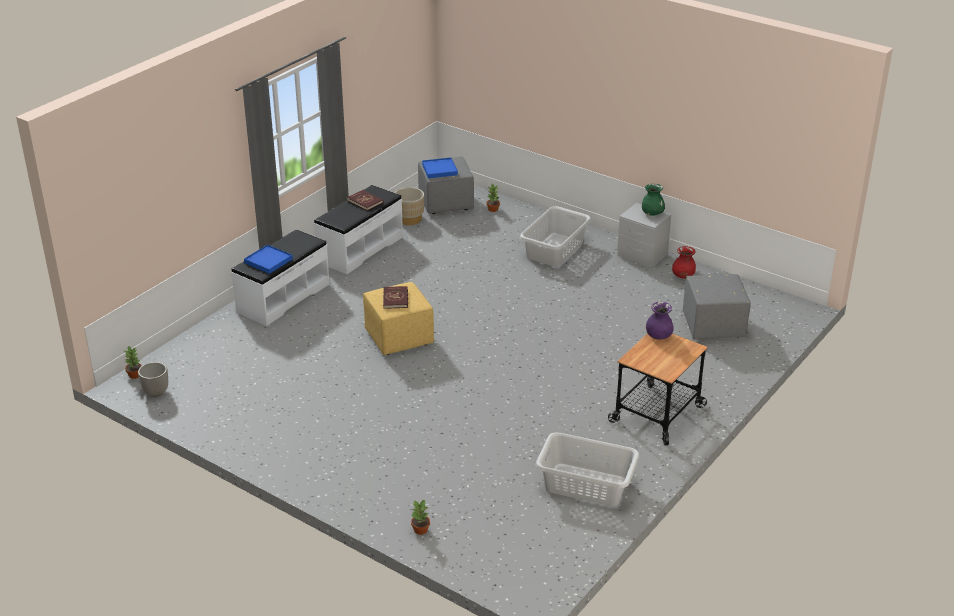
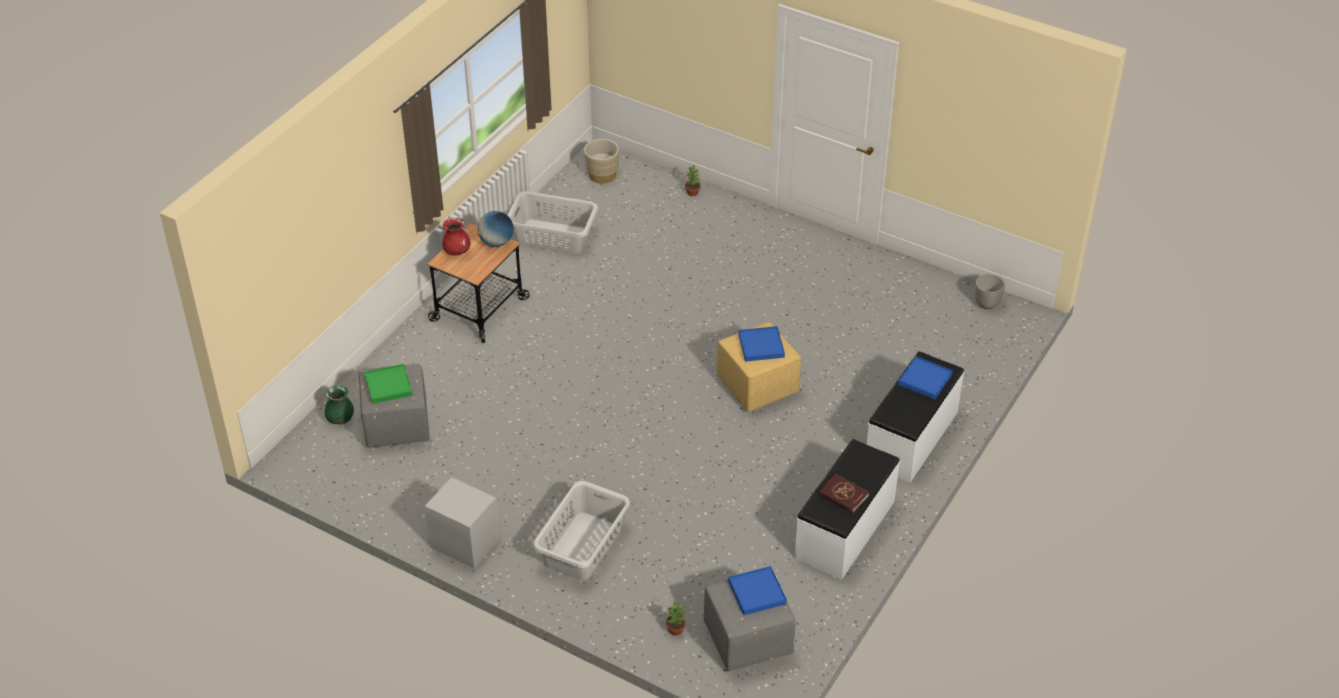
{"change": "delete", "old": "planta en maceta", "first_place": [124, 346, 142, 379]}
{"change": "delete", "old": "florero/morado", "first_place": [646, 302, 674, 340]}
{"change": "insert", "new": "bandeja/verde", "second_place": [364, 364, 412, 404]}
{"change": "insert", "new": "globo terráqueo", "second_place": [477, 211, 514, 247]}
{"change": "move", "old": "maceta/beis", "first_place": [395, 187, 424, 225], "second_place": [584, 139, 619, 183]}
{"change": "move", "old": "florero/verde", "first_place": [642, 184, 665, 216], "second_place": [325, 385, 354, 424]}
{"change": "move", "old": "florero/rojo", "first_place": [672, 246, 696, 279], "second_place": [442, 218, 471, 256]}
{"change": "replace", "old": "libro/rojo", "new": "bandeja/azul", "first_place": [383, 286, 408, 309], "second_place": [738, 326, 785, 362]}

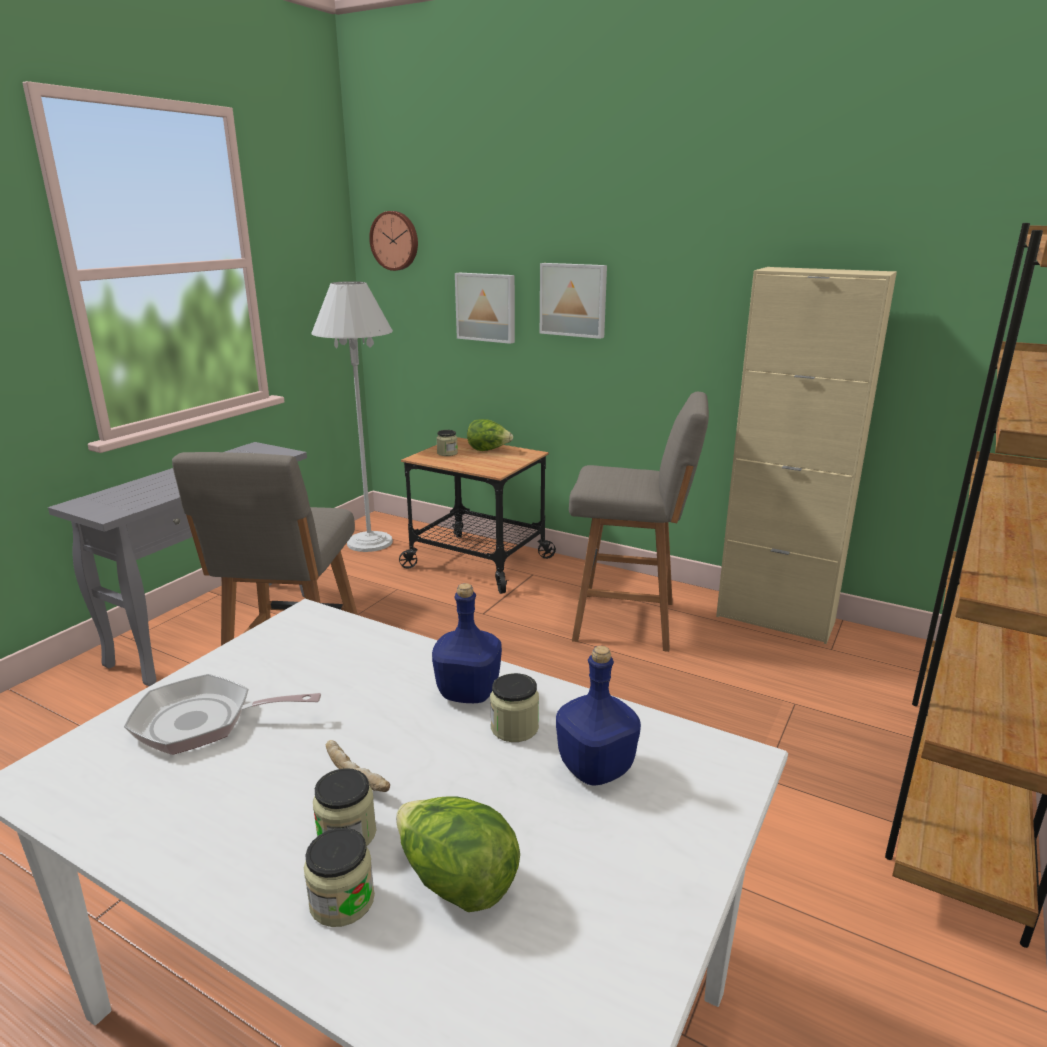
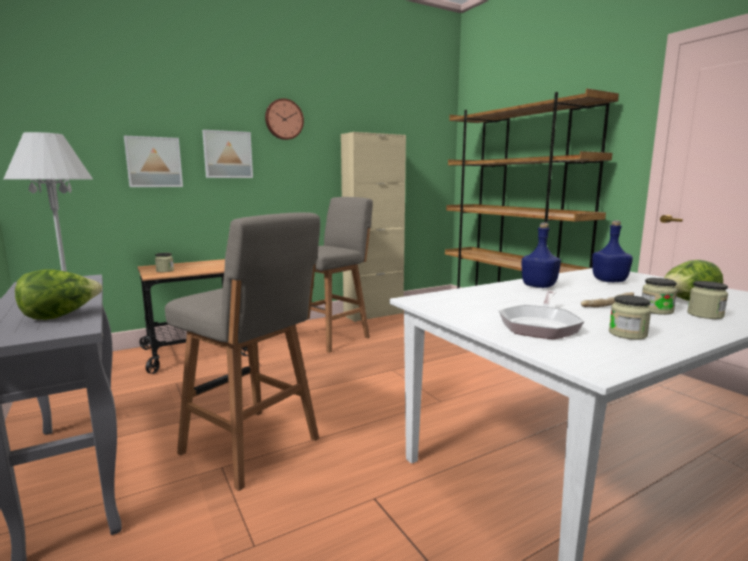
{"change": "move", "old": "reloj de pared", "first_place": [369, 211, 418, 271], "second_place": [265, 98, 304, 140]}
{"change": "move", "old": "lechuga", "first_place": [467, 419, 513, 451], "second_place": [15, 270, 102, 320]}
{"change": "move", "old": "tarro", "first_place": [490, 673, 539, 742], "second_place": [609, 295, 651, 340]}

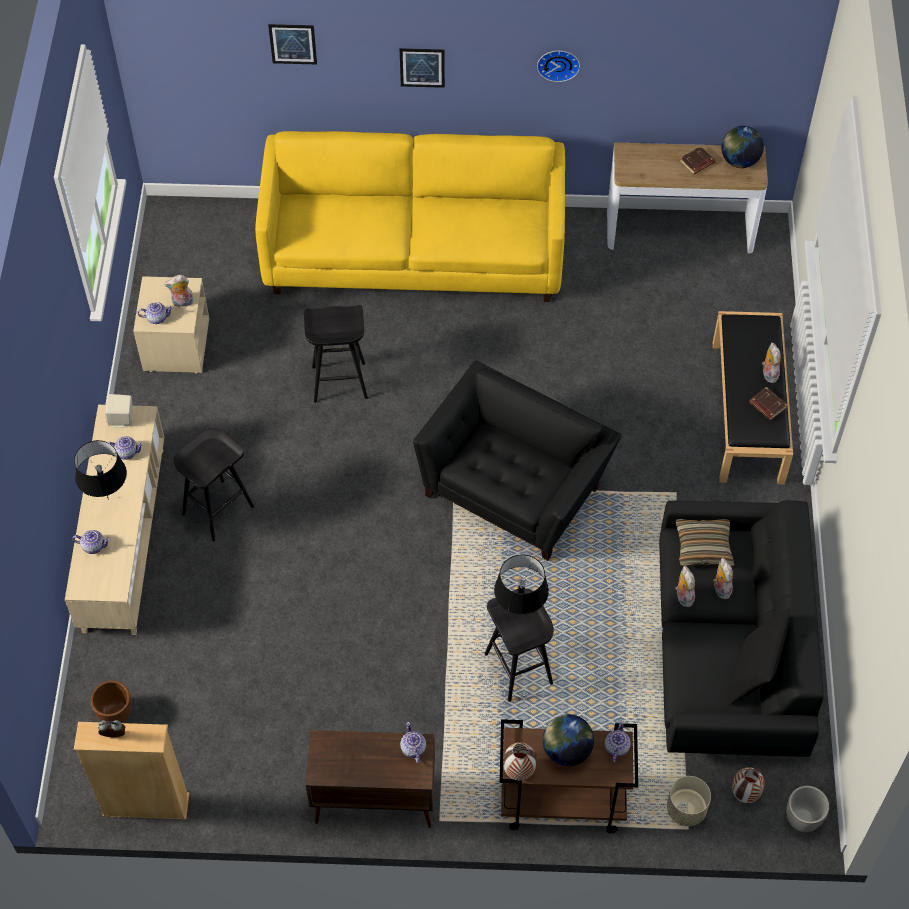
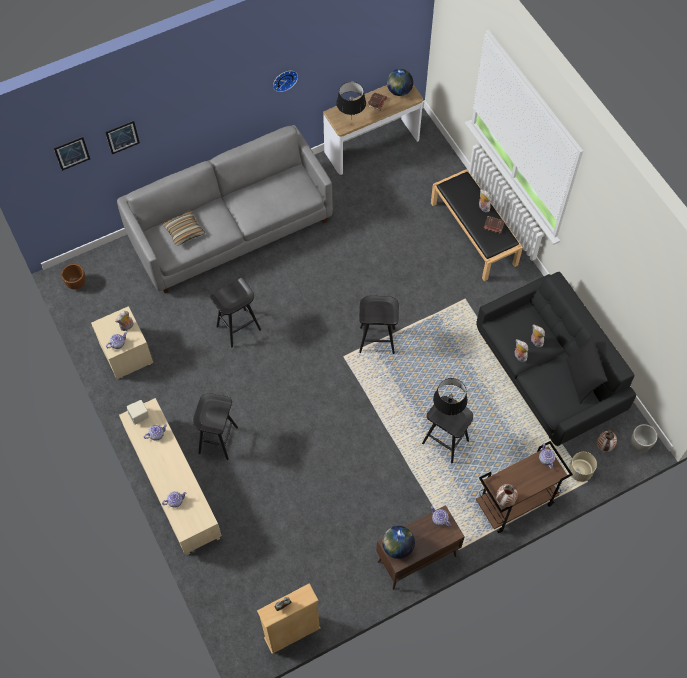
{"change": "move", "old": "lámpara de mesa/negro", "first_place": [74, 440, 127, 500], "second_place": [336, 82, 366, 115]}
{"change": "move", "old": "maceta/marrón", "first_place": [91, 681, 132, 723], "second_place": [61, 264, 86, 290]}
{"change": "move", "old": "cuadro", "first_place": [400, 48, 445, 88], "second_place": [54, 137, 90, 171]}
{"change": "move", "old": "globo terráqueo", "first_place": [543, 714, 594, 766], "second_place": [382, 526, 415, 559]}
{"change": "move", "old": "cojín", "first_place": [676, 519, 735, 566], "second_place": [163, 211, 205, 246]}
{"change": "replace", "old": "sillón/negro", "new": "taburete/negro", "first_place": [413, 361, 621, 561], "second_place": [359, 296, 399, 354]}
{"change": "recolor", "old": "sofá/amarillo", "new": "sofá/gris", "first_place": [255, 131, 565, 302], "second_place": [117, 125, 333, 293]}

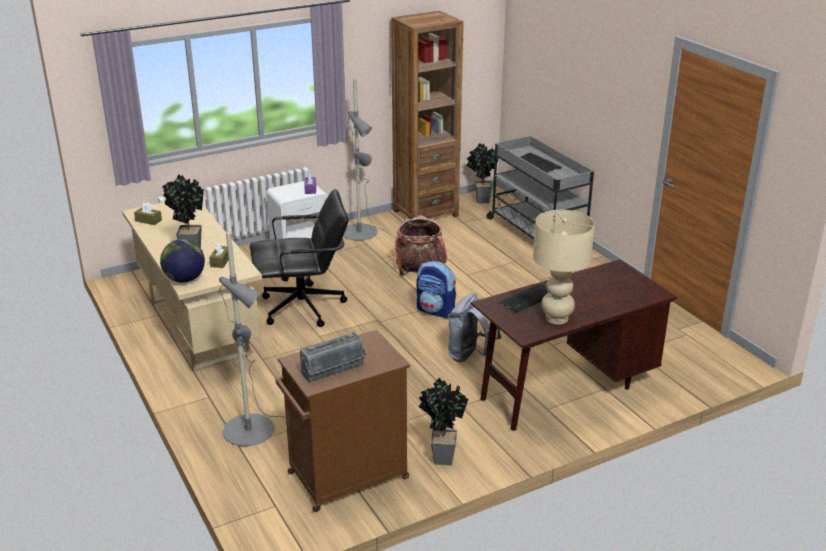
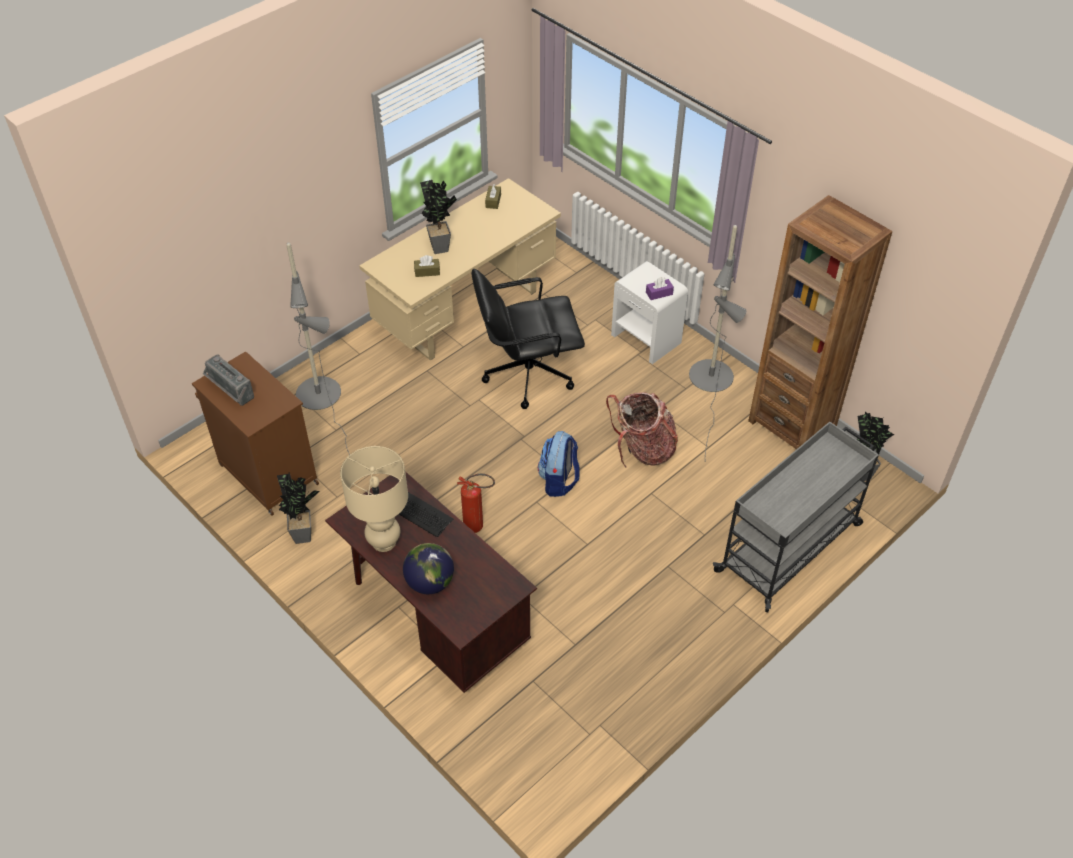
{"change": "delete", "old": "teclado", "first_place": [521, 153, 562, 173]}
{"change": "move", "old": "globo terráqueo", "first_place": [160, 239, 205, 283], "second_place": [403, 543, 454, 594]}
{"change": "replace", "old": "mochila/gris", "new": "extintor", "first_place": [448, 293, 501, 362], "second_place": [456, 474, 495, 533]}
{"change": "rotate", "old": "silla de oficina/negro", "first_place": [250, 189, 349, 327], "second_place": [472, 269, 585, 409], "degrees": 105}

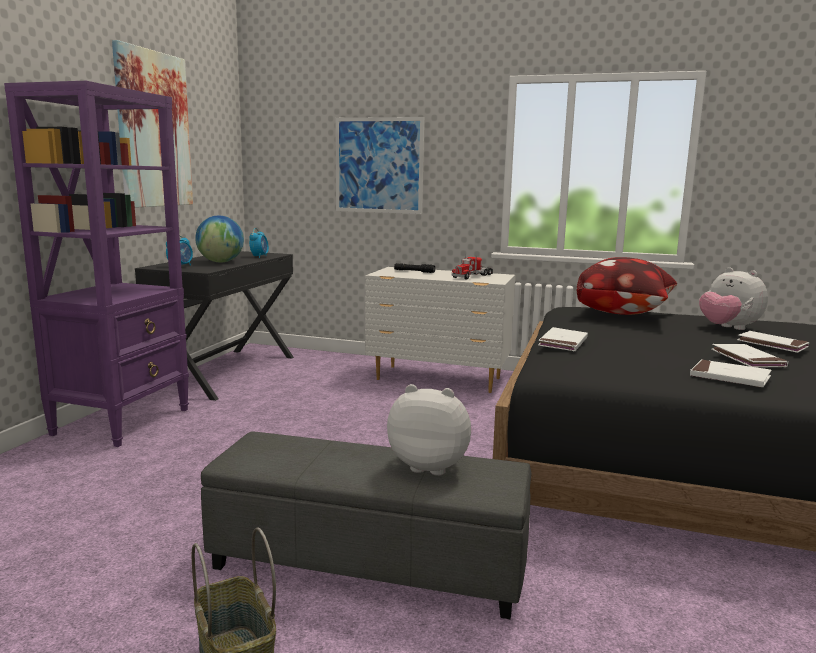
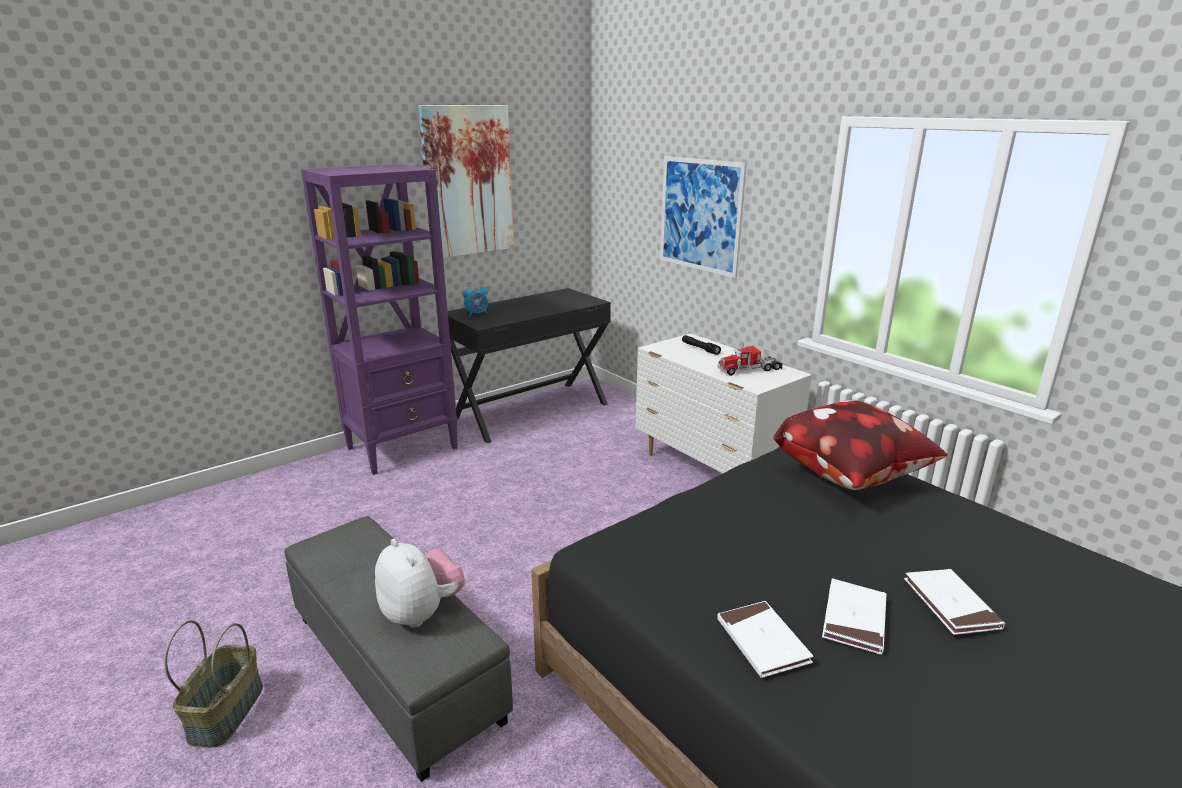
{"change": "delete", "old": "globo terráqueo", "first_place": [195, 216, 244, 263]}
{"change": "delete", "old": "despertador", "first_place": [249, 228, 269, 258]}
{"change": "delete", "old": "libro/blanco", "first_place": [538, 327, 588, 351]}
{"change": "delete", "old": "peluche", "first_place": [699, 267, 768, 330]}

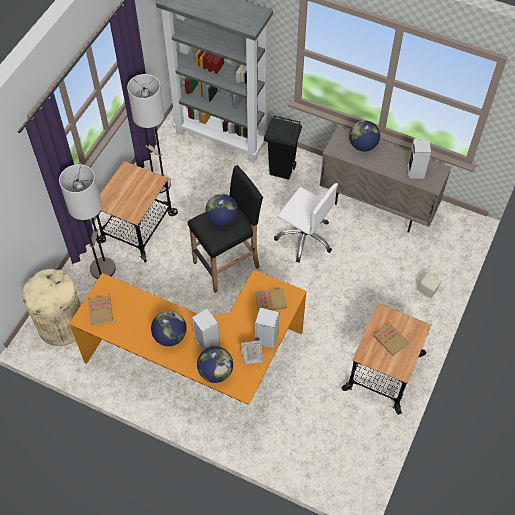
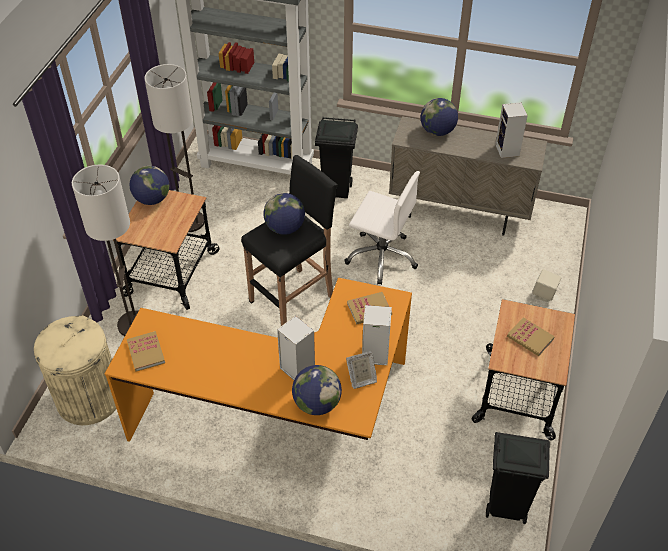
{"change": "insert", "new": "papelera/negro", "second_place": [486, 432, 550, 524]}
{"change": "move", "old": "globo terráqueo", "first_place": [151, 311, 187, 346], "second_place": [130, 166, 169, 205]}

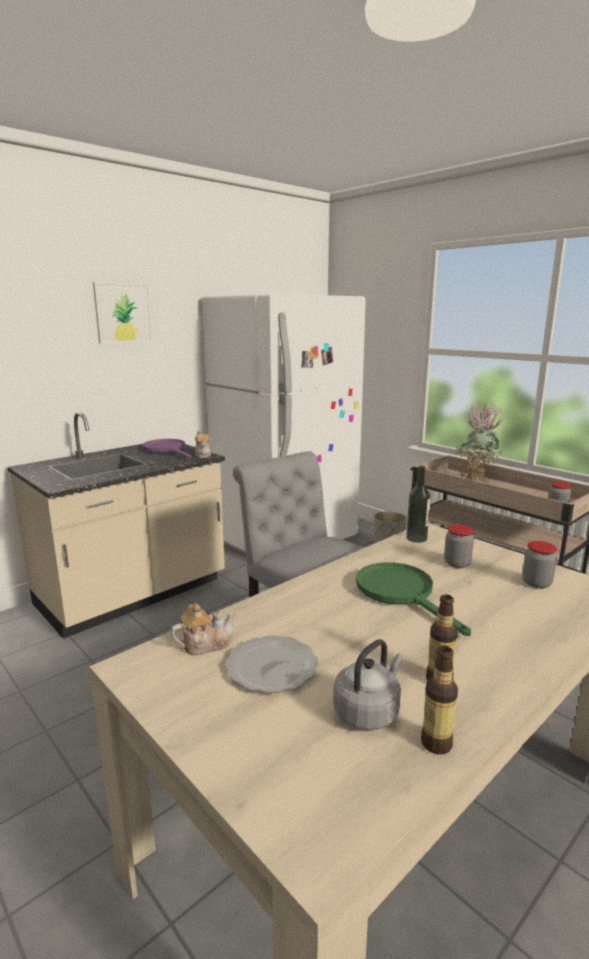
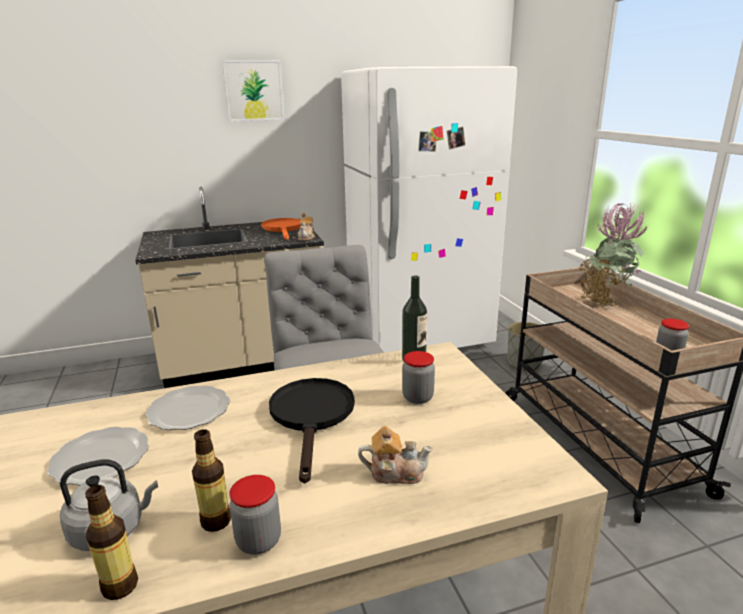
{"change": "insert", "new": "plato", "second_place": [145, 386, 230, 430]}
{"change": "move", "old": "tetera", "first_place": [171, 603, 236, 655], "second_place": [358, 426, 433, 484]}
{"change": "move", "old": "tarro", "first_place": [522, 541, 557, 589], "second_place": [230, 475, 281, 555]}
{"change": "recolor", "old": "sartén/morado", "new": "sartén/naranja", "first_place": [142, 439, 192, 458], "second_place": [261, 218, 301, 240]}
{"change": "recolor", "old": "sartén/verde", "new": "sartén/negro", "first_place": [356, 562, 471, 636], "second_place": [269, 378, 355, 484]}

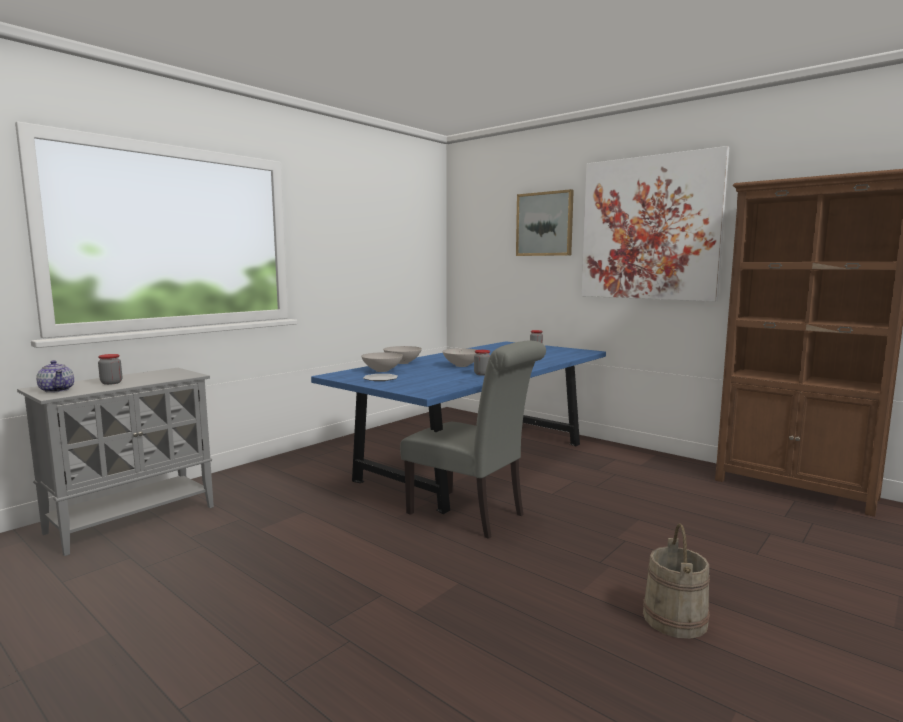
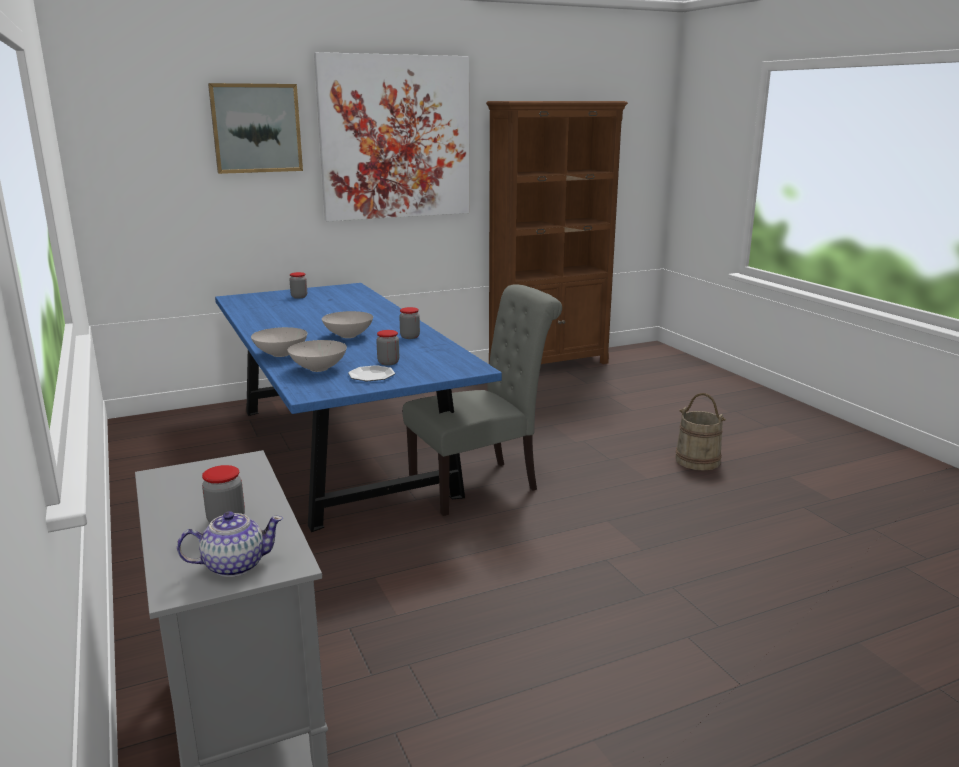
{"change": "insert", "new": "tarro", "second_place": [376, 330, 399, 365]}

